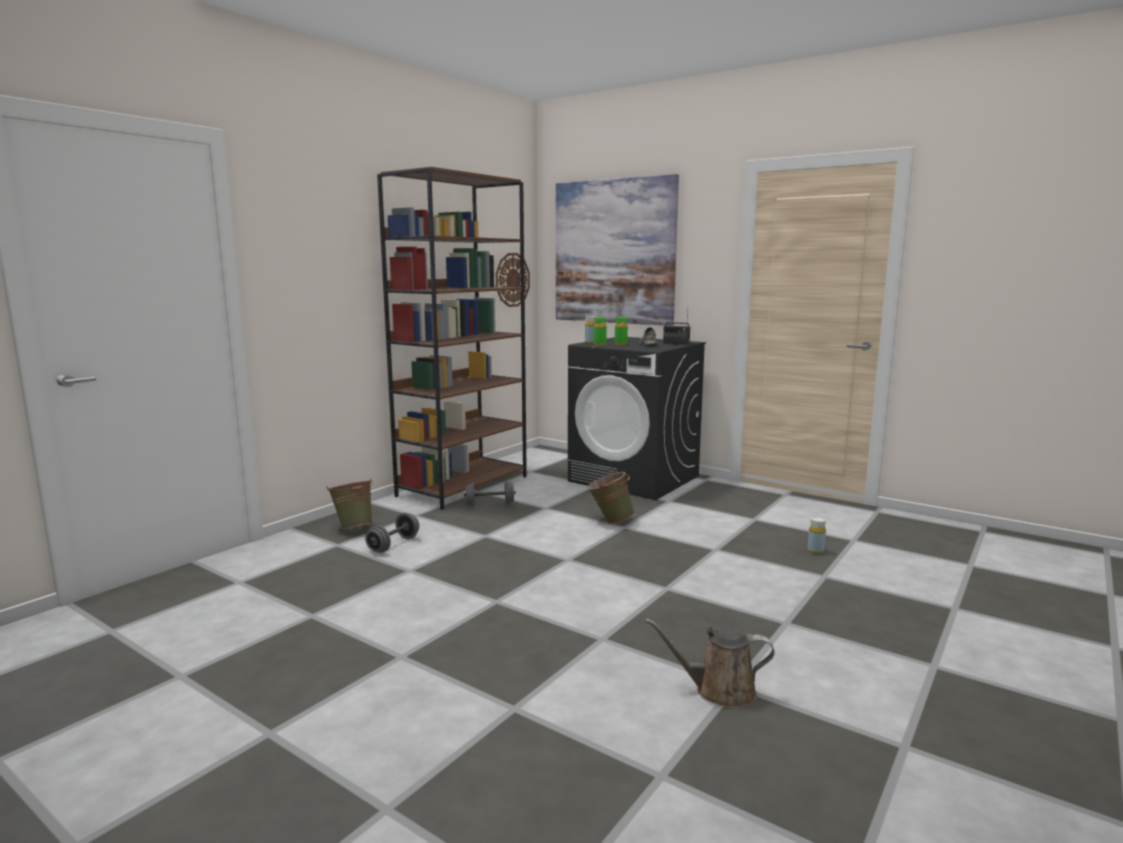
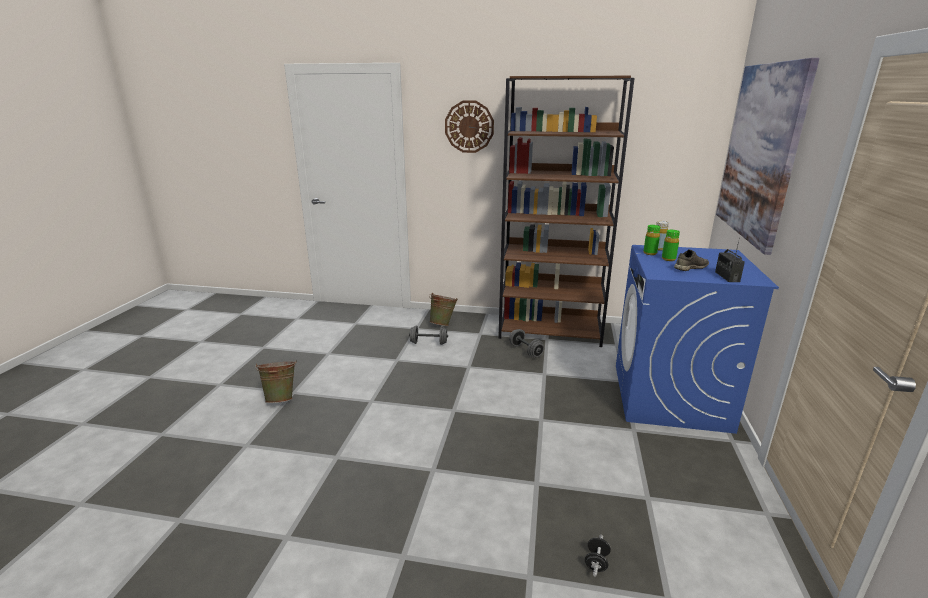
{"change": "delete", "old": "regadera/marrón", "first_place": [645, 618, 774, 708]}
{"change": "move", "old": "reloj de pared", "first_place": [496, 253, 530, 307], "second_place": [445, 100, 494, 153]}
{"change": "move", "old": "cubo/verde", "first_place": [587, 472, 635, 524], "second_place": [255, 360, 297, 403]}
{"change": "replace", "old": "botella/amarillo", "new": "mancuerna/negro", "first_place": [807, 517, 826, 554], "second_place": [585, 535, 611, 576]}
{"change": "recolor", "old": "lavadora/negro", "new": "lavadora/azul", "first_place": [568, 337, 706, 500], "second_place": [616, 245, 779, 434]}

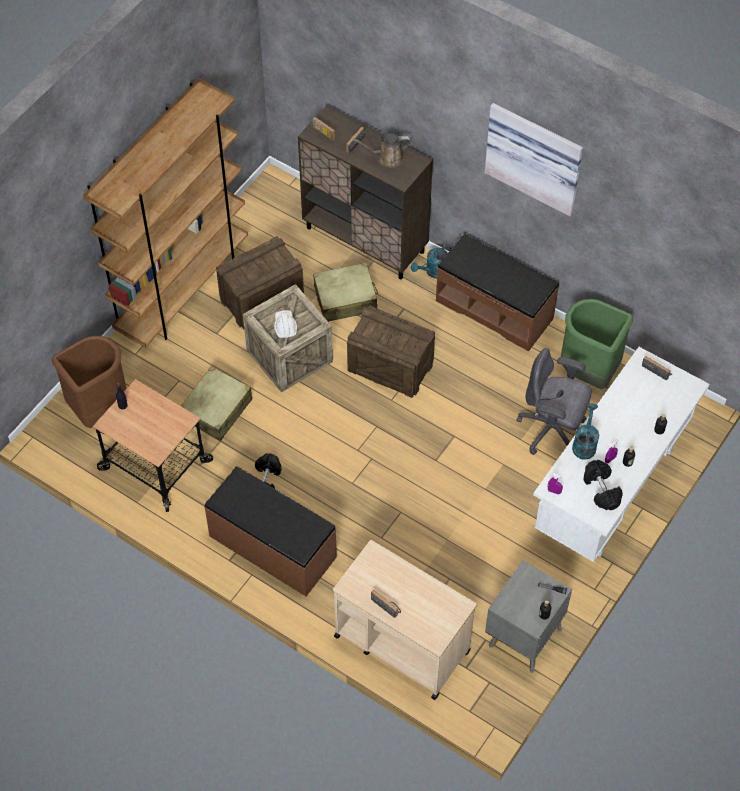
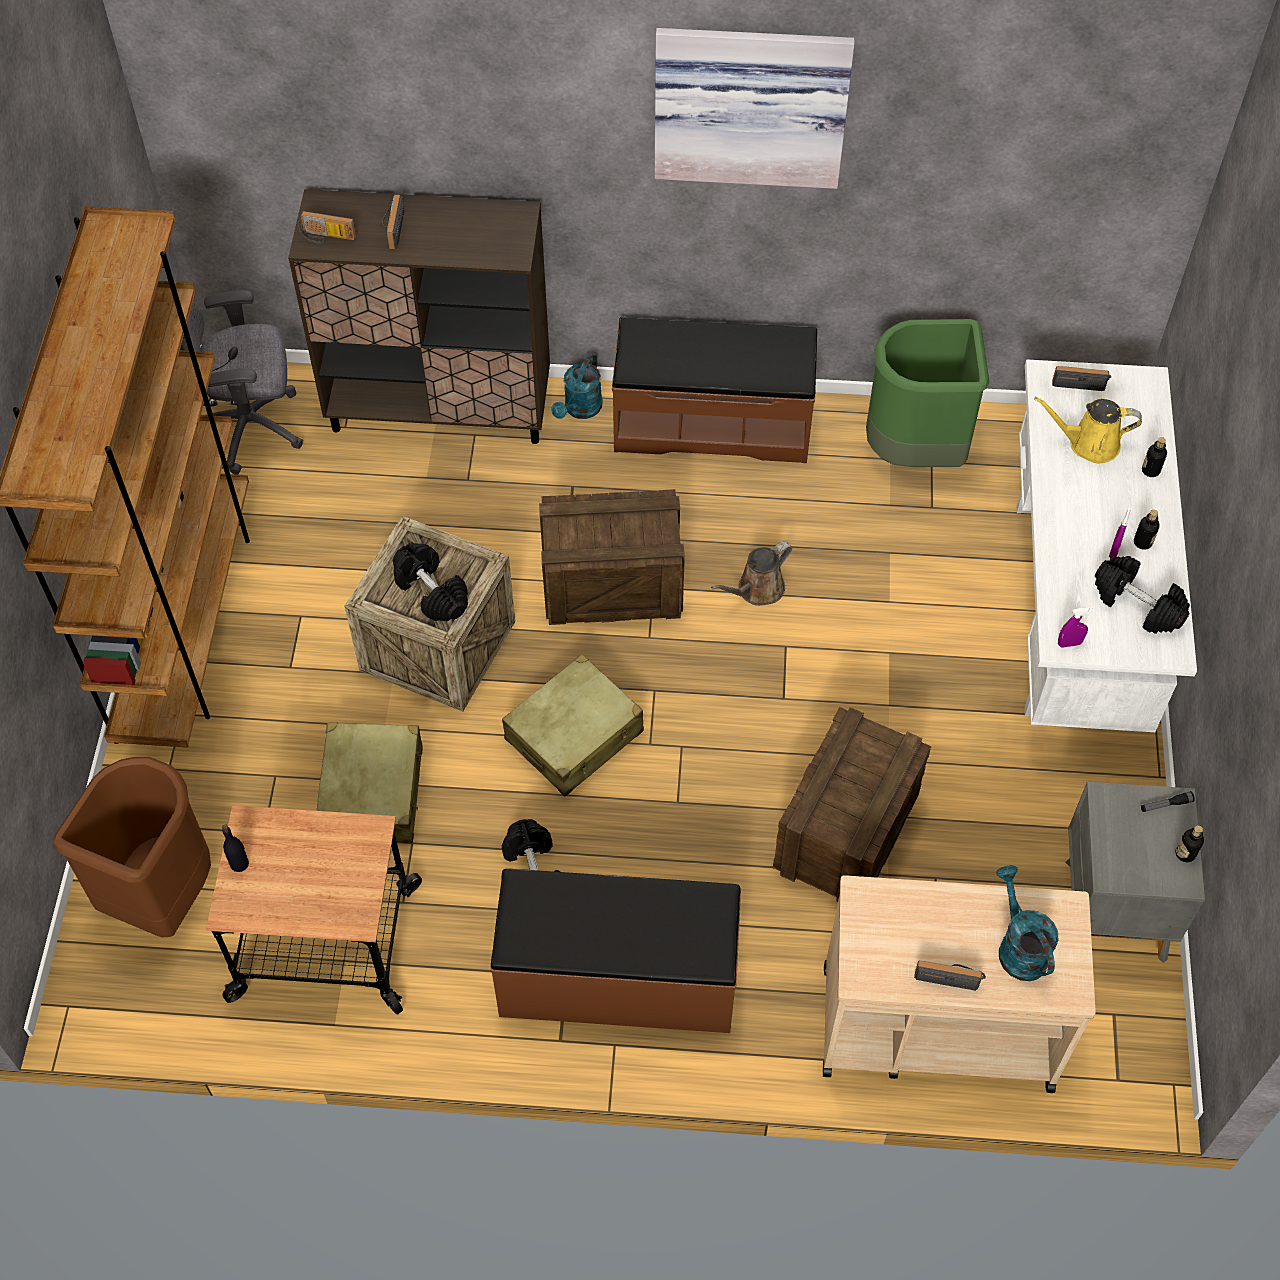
{"change": "insert", "new": "regadera/amarillo", "second_place": [1034, 397, 1142, 463]}
{"change": "move", "old": "caja de embalaje", "first_place": [216, 236, 304, 329], "second_place": [772, 707, 931, 902]}
{"change": "move", "old": "maleta/beis", "first_place": [313, 262, 378, 322], "second_place": [502, 654, 644, 797]}
{"change": "move", "old": "regadera/marrón", "first_place": [353, 133, 411, 168], "second_place": [711, 542, 792, 606]}
{"change": "move", "old": "silla de oficina/gris", "first_place": [516, 348, 592, 455], "second_place": [175, 281, 303, 475]}
{"change": "move", "old": "regadera/turquesa", "first_place": [572, 403, 599, 460], "second_place": [996, 865, 1059, 981]}
{"change": "replace", "old": "casco/blanco", "new": "mancuerna/negro", "first_place": [274, 310, 297, 338], "second_place": [393, 543, 468, 622]}

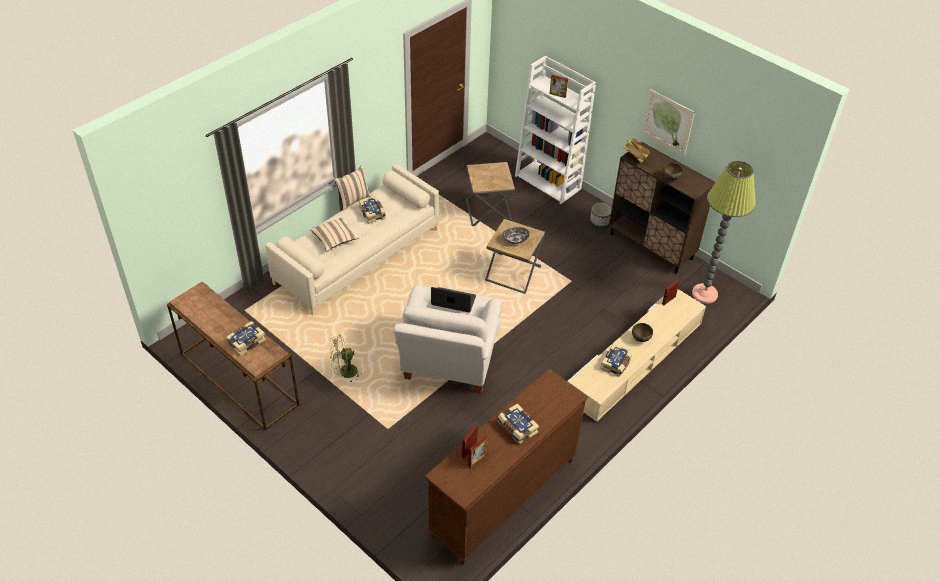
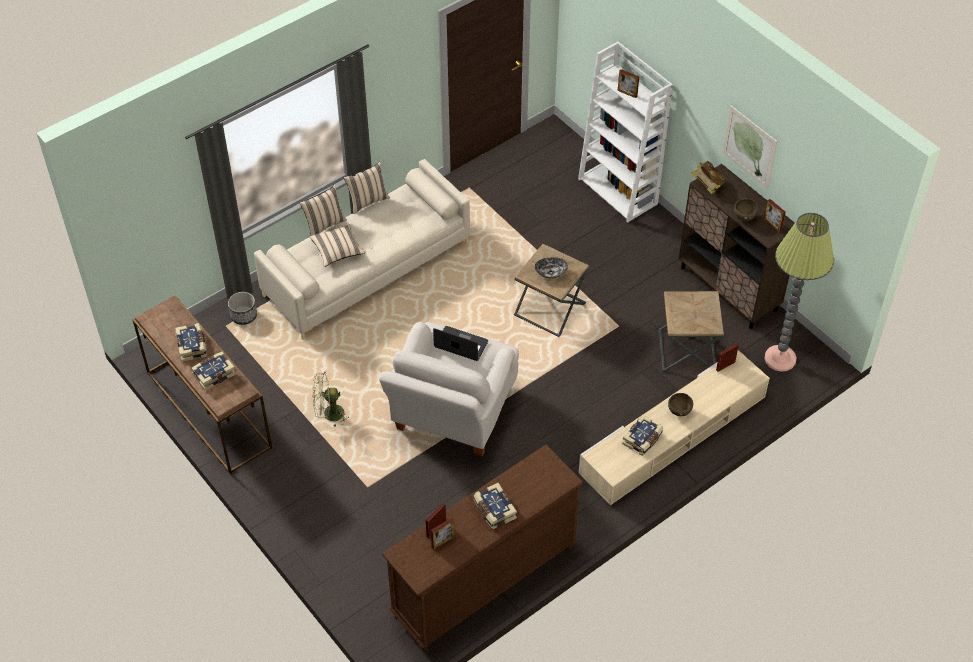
{"change": "insert", "new": "cojín/beis", "second_place": [300, 184, 347, 236]}
{"change": "insert", "new": "portarretratos", "second_place": [764, 199, 786, 233]}
{"change": "move", "old": "libro", "first_place": [359, 196, 386, 224], "second_place": [175, 323, 207, 362]}
{"change": "move", "old": "mesa auxiliar/marrón", "first_place": [466, 162, 515, 226], "second_place": [659, 291, 724, 371]}
{"change": "move", "old": "maceta", "first_place": [590, 203, 612, 228], "second_place": [228, 292, 257, 325]}

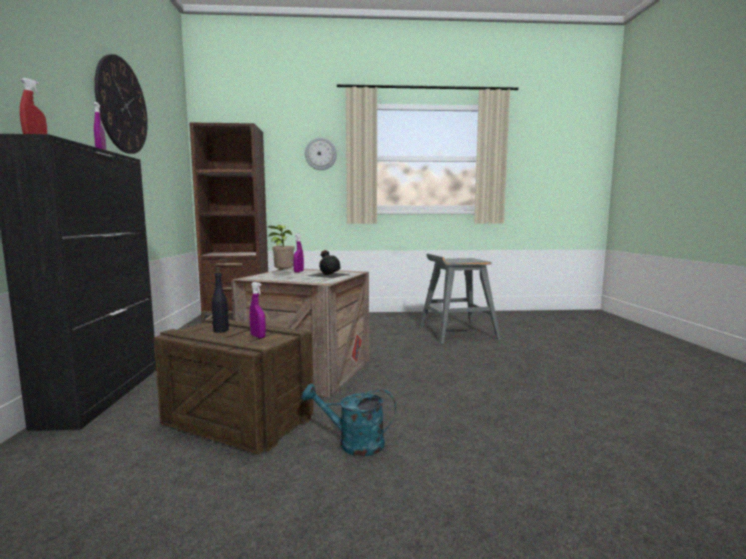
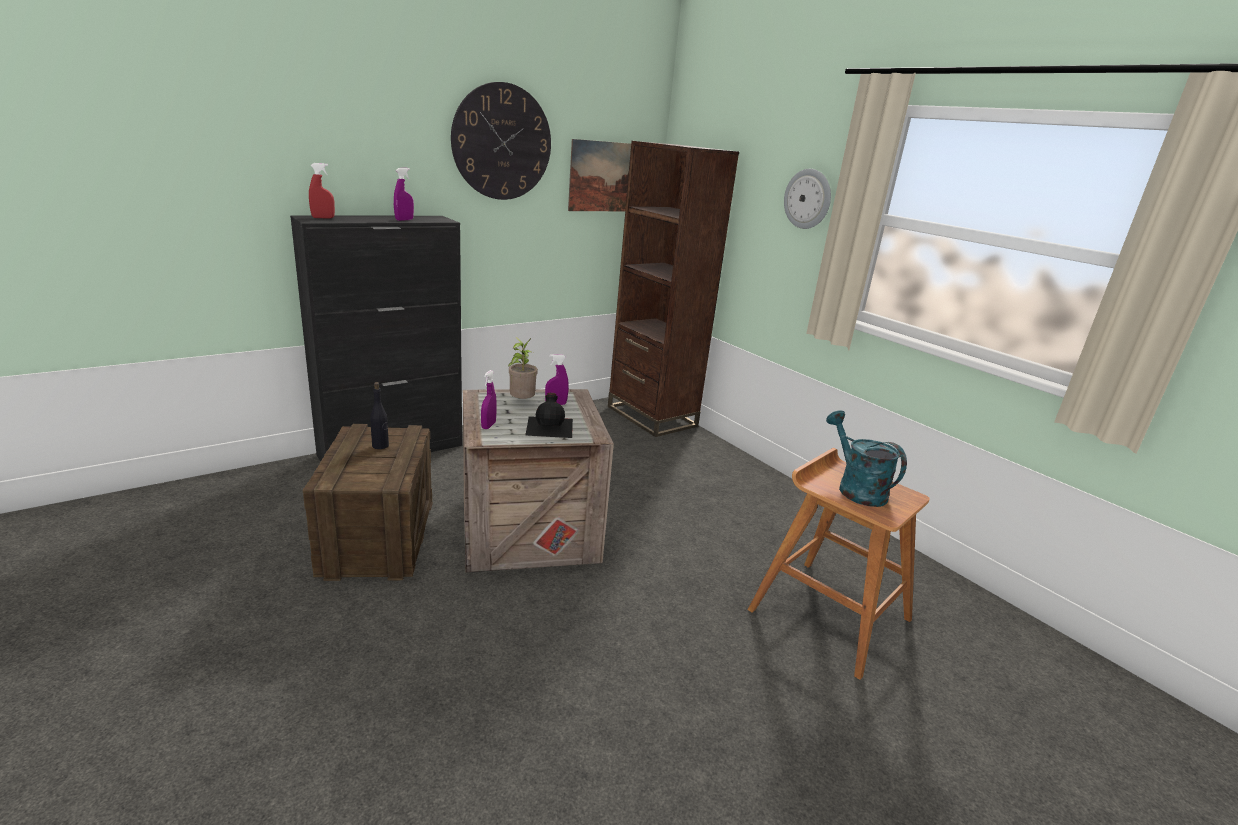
{"change": "insert", "new": "cuadro", "second_place": [568, 139, 631, 211]}
{"change": "move", "old": "pulverizador/morado", "first_place": [250, 282, 266, 338], "second_place": [481, 370, 497, 429]}
{"change": "move", "old": "regadera/turquesa", "first_place": [302, 383, 396, 456], "second_place": [826, 410, 907, 507]}
{"change": "recolor", "old": "taburete/gris", "new": "taburete/marrón", "first_place": [419, 254, 501, 344], "second_place": [748, 448, 930, 680]}

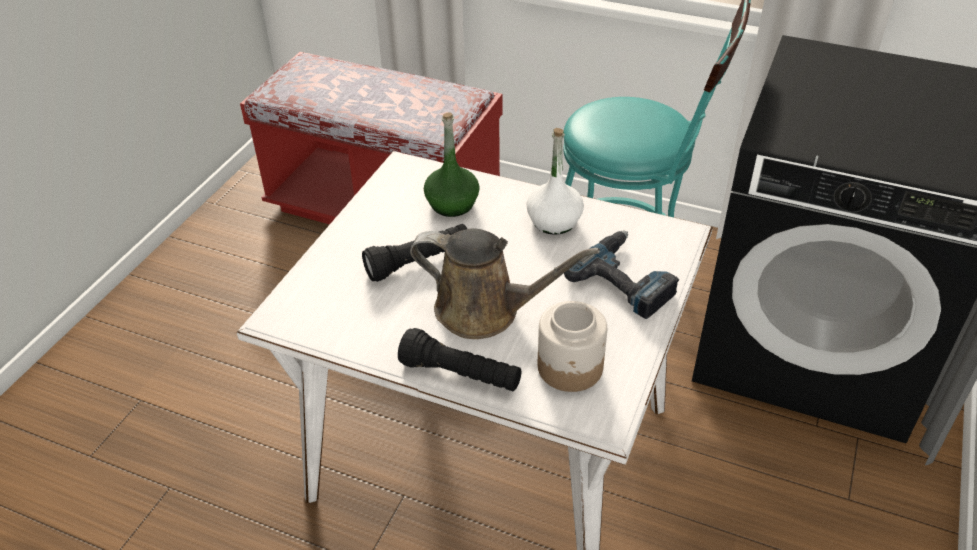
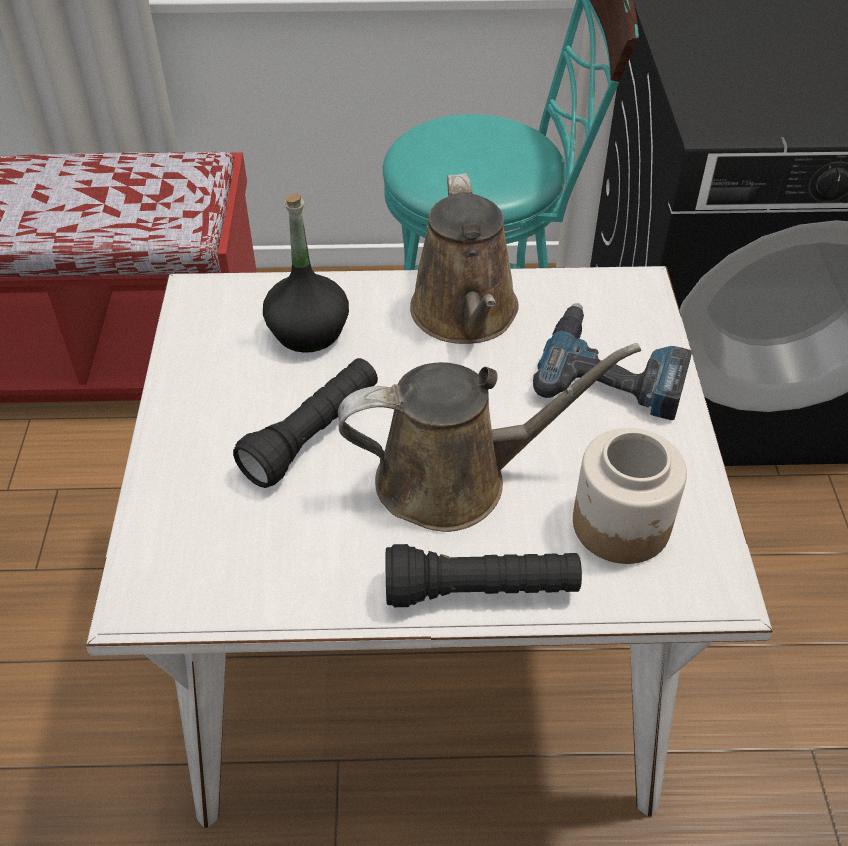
{"change": "replace", "old": "botella/blanco", "new": "regadera/marrón", "first_place": [526, 128, 584, 235], "second_place": [410, 173, 519, 344]}
{"change": "recolor", "old": "botella/verde", "new": "botella/negro", "first_place": [424, 113, 480, 217], "second_place": [263, 193, 349, 353]}

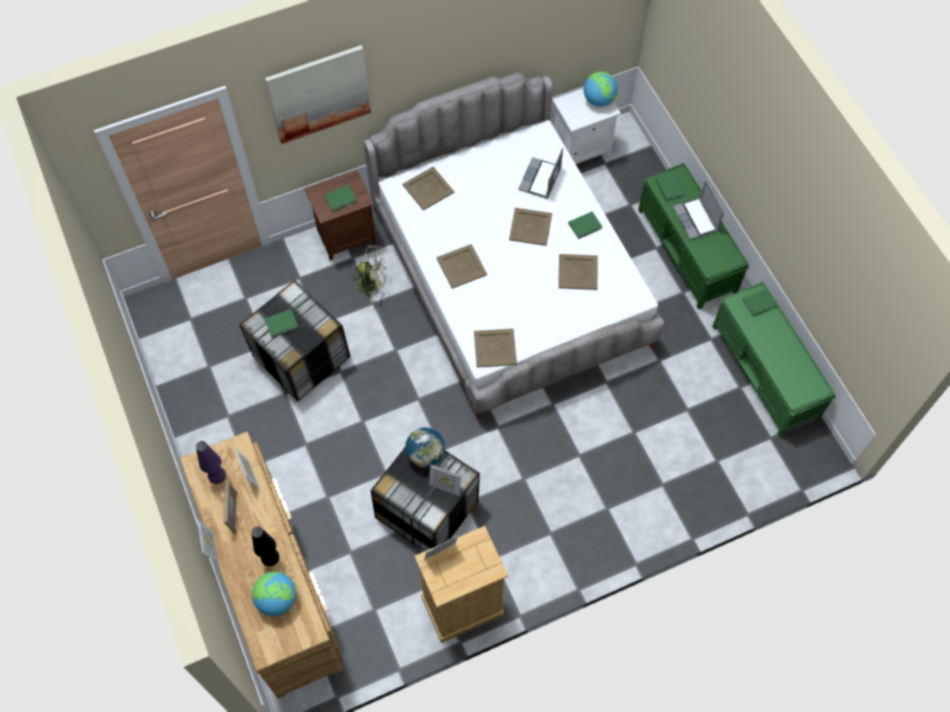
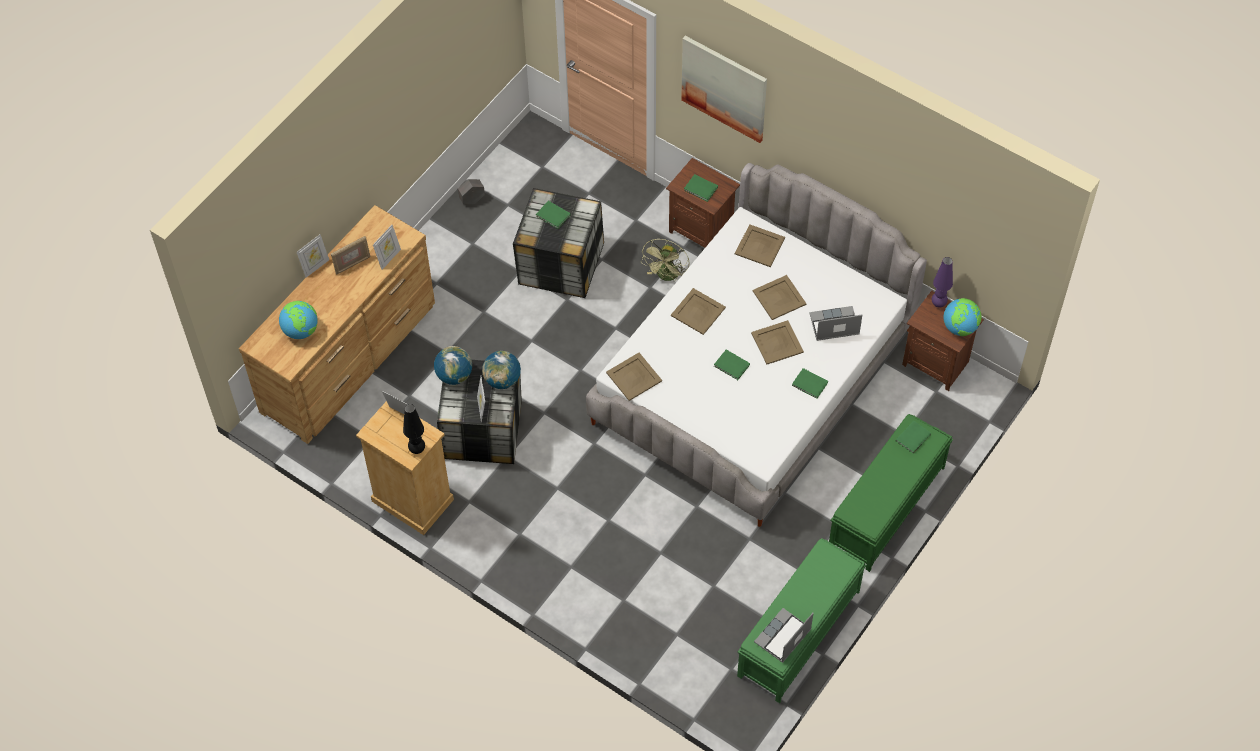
{"change": "insert", "new": "globo terráqueo", "second_place": [434, 346, 472, 385]}
{"change": "insert", "new": "maceta/gris", "second_place": [458, 179, 485, 204]}
{"change": "move", "old": "lámpara de mesa/morado", "first_place": [196, 441, 226, 484], "second_place": [932, 257, 953, 307]}
{"change": "move", "old": "lámpara de mesa/negro", "first_place": [252, 527, 279, 566], "second_place": [403, 404, 425, 454]}
{"change": "move", "old": "bandeja/beis", "first_place": [558, 254, 598, 290], "second_place": [753, 275, 806, 320]}
{"change": "move", "old": "portátil", "first_place": [673, 180, 724, 240], "second_place": [754, 608, 814, 663]}
{"change": "move", "old": "libro/verde", "first_place": [743, 288, 778, 316], "second_place": [714, 349, 750, 380]}
{"change": "recolor", "old": "mesita de noche/blanco", "new": "mesita de noche/marrón", "first_place": [552, 88, 621, 164], "second_place": [902, 291, 984, 391]}
{"change": "rotate", "old": "ventilador/verde", "first_place": [351, 245, 387, 303], "second_place": [641, 239, 689, 282], "degrees": 45}

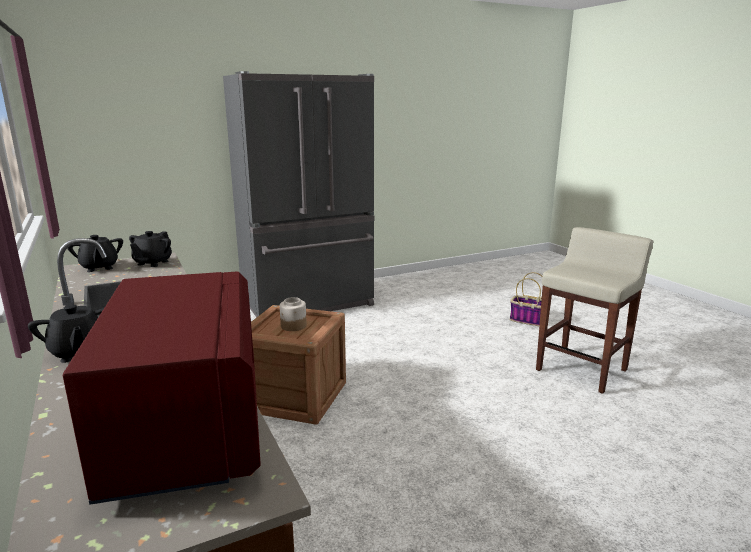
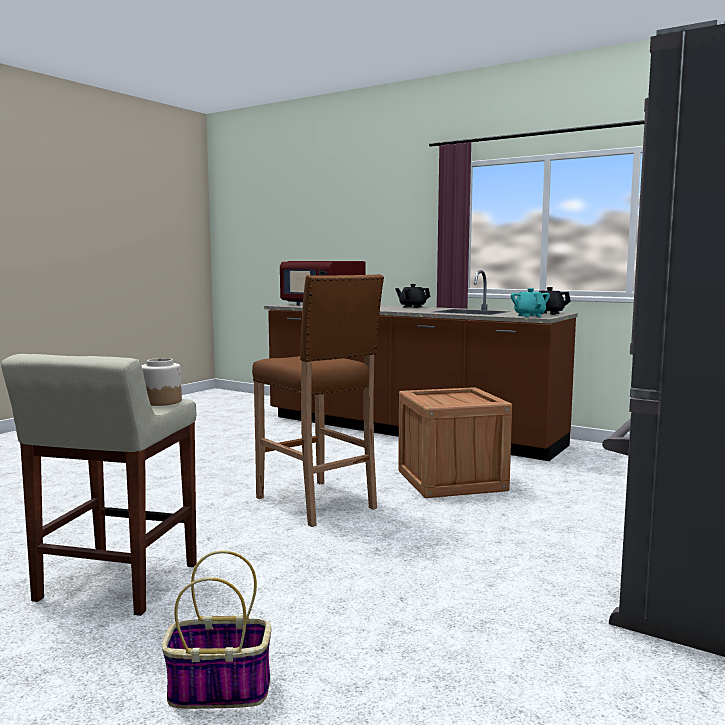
{"change": "insert", "new": "taburete/marrón", "second_place": [252, 274, 384, 527]}
{"change": "move", "old": "tarro", "first_place": [280, 297, 307, 331], "second_place": [142, 358, 182, 406]}
{"change": "recolor", "old": "tetera/negro", "new": "tetera/turquesa", "first_place": [129, 231, 172, 267], "second_place": [511, 288, 550, 317]}

